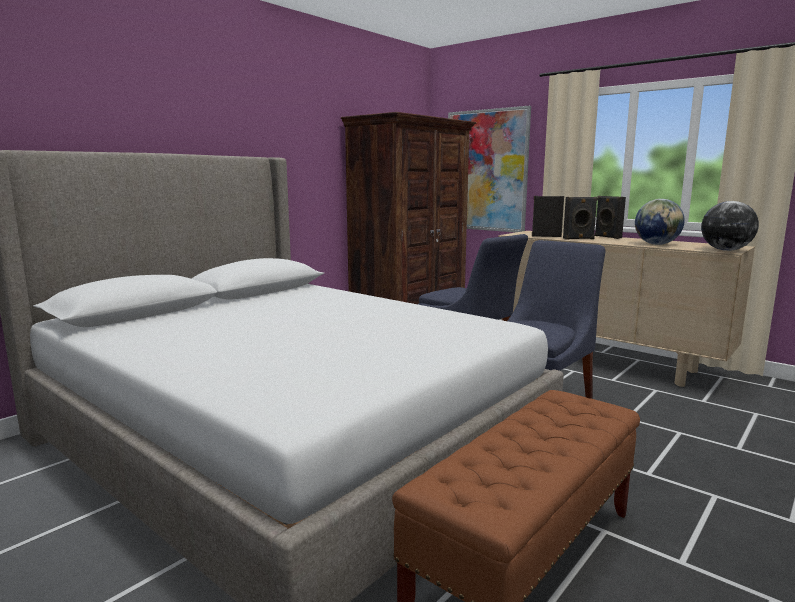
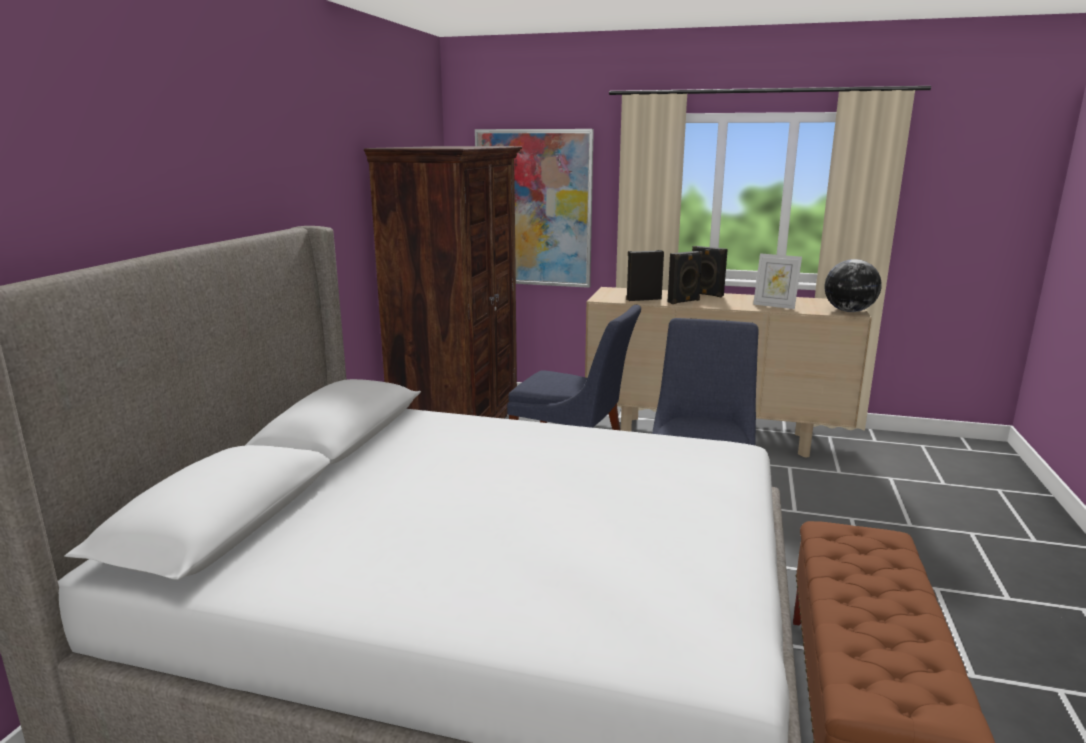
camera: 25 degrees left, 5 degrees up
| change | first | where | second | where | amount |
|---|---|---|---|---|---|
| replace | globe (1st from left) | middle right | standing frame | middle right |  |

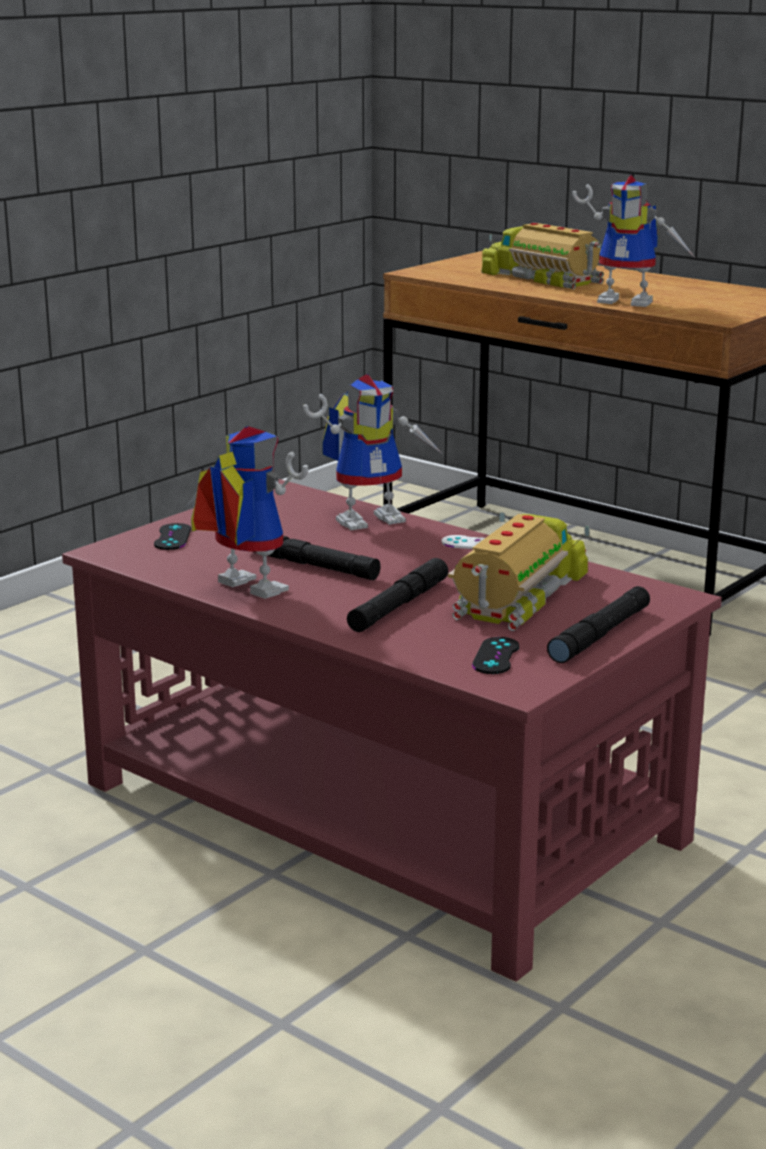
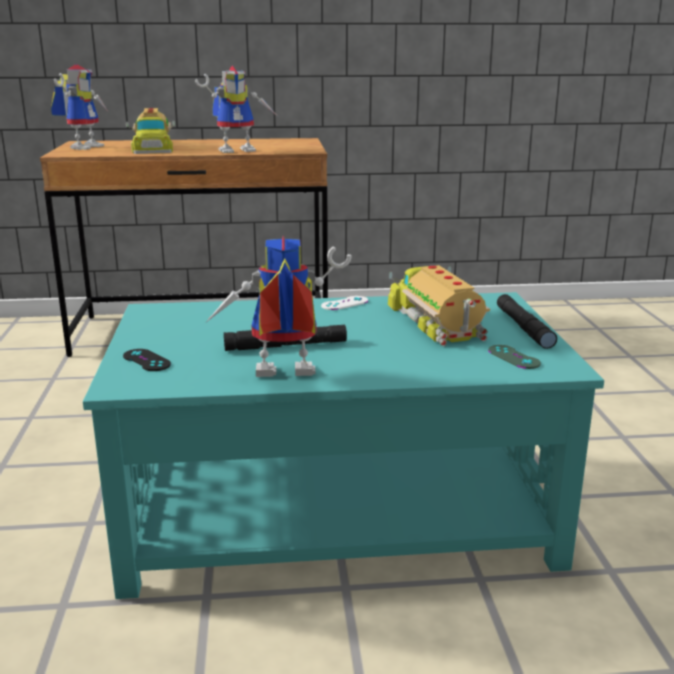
camera: 45 degrees left, 0 degrees up
| change | first | where | second | where | amount |
|---|---|---|---|---|---|
| move | toy robot (2nd from left in the first image) | centre | toy robot (1st from left) | top left |  |
| recolor | coffee table (reddish) | centre | coffee table (blue-green) | centre |  |
| rotate | toy lorry (2nd from left in the first image) | top right | toy lorry (1st from left) | top left | 105 degrees counterclockwise |
| recolor | gamepad (blackish) (2nd from left) | centre | gamepad (green) | middle right |  |
| delete | hand torch (blackish) (2nd from left) | centre |  |  |  |

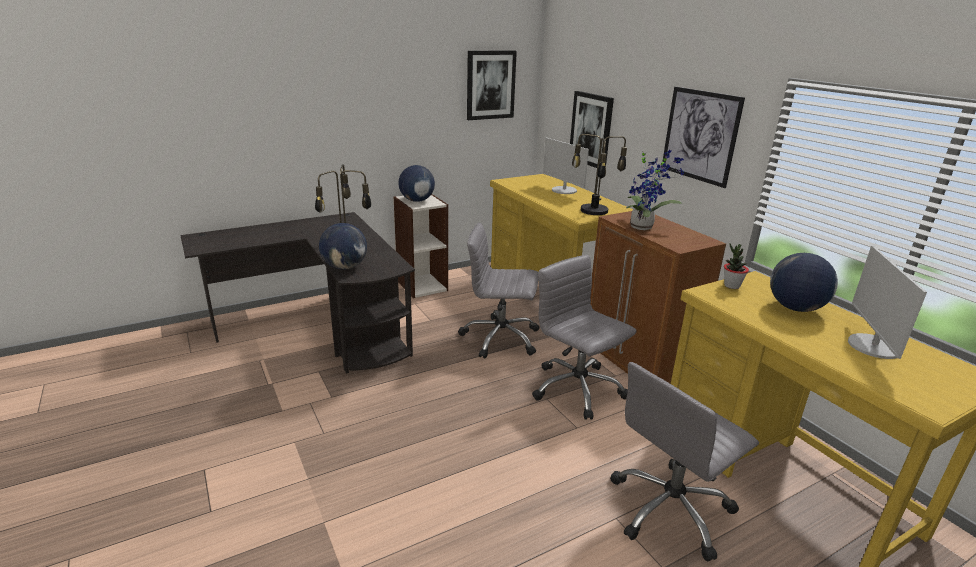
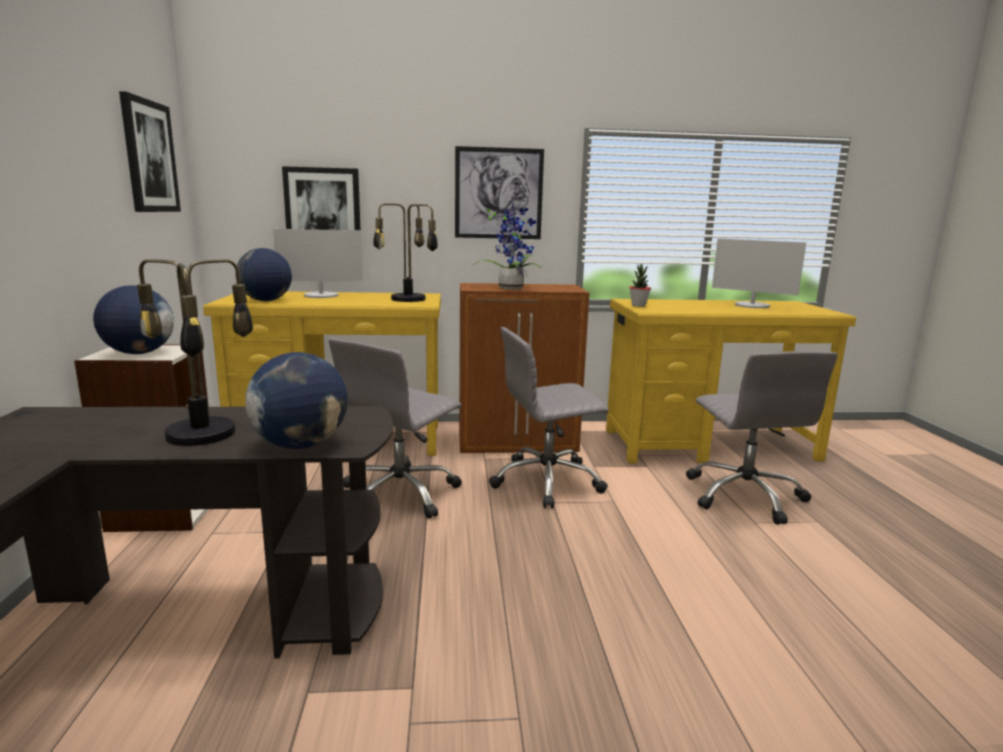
camera: 65 degrees left, 10 degrees down
| change | first | where | second | where | amount |
|---|---|---|---|---|---|
| move | globe (3rd from left in the first image) | middle right | globe (2nd from left) | middle left |  |

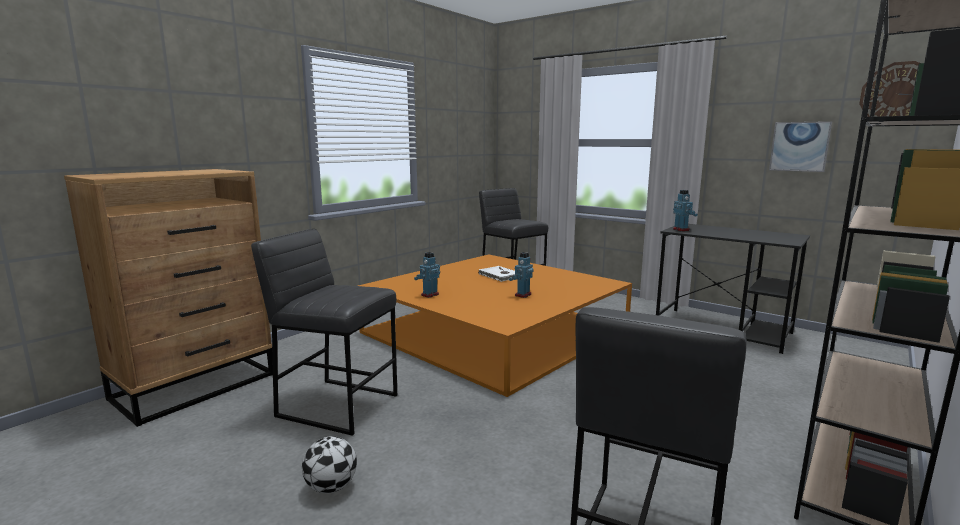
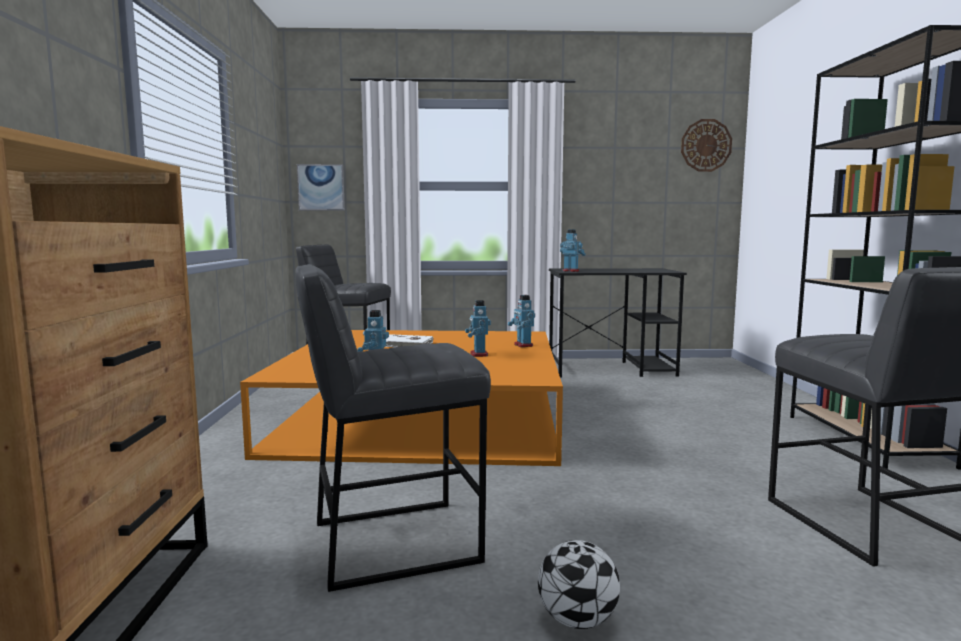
camera: 40 degrees left, 5 degrees down
| change | first | where | second | where | amount |
|---|---|---|---|---|---|
| move | wall art | top right |  | top centre |  |
| insert |  |  | toy robot (3rd from left) | centre |  |

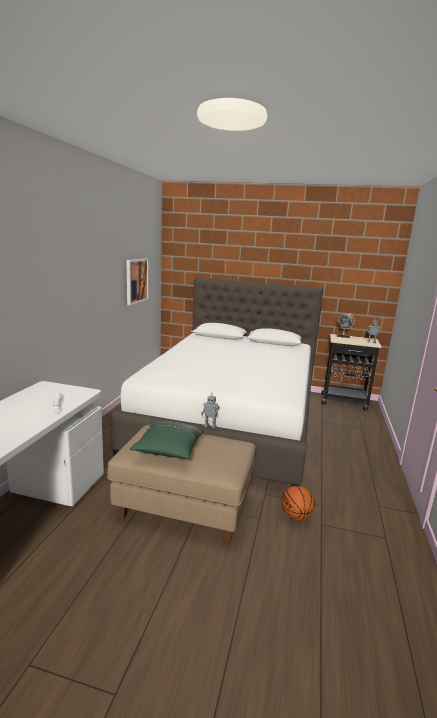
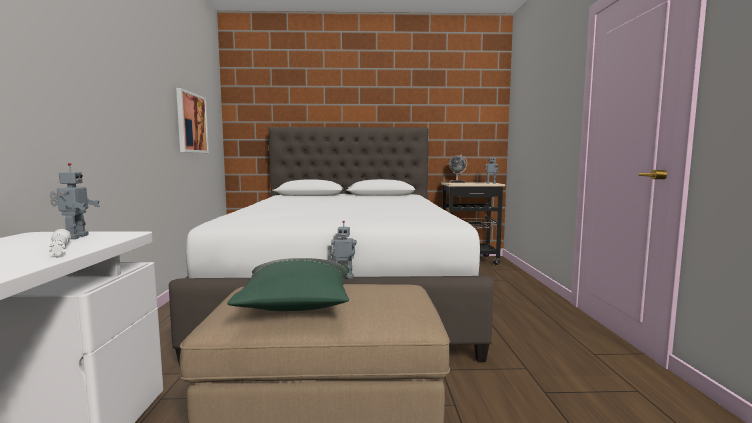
camera: 15 degrees left, 10 degrees down
| change | first | where | second | where | amount |
|---|---|---|---|---|---|
| insert |  |  | toy robot (1st from left) | middle left |  |
| delete | ball for basketball | bottom right |  |  |  |

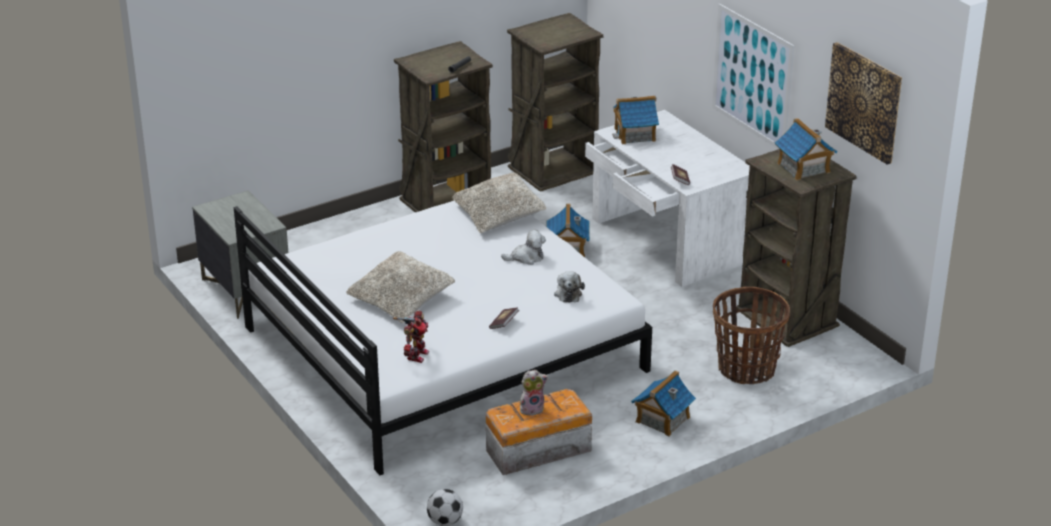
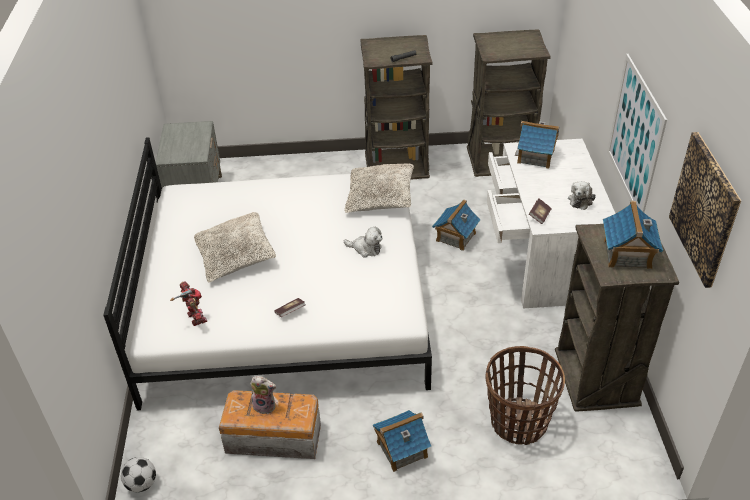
camera: 30 degrees right, 10 degrees up
| change | first | where | second | where | amount |
|---|---|---|---|---|---|
| rotate | toy robot | centre |  | middle left | 75 degrees counterclockwise |
| move | soft toy (3rd from left) | centre |  | middle right |  |

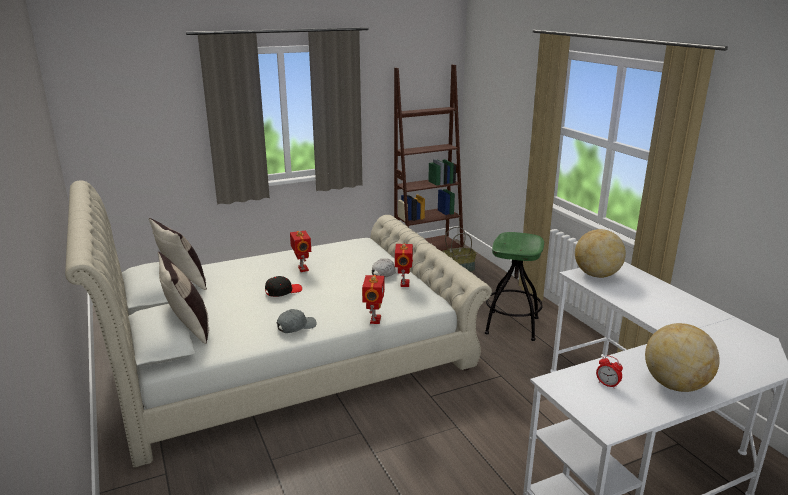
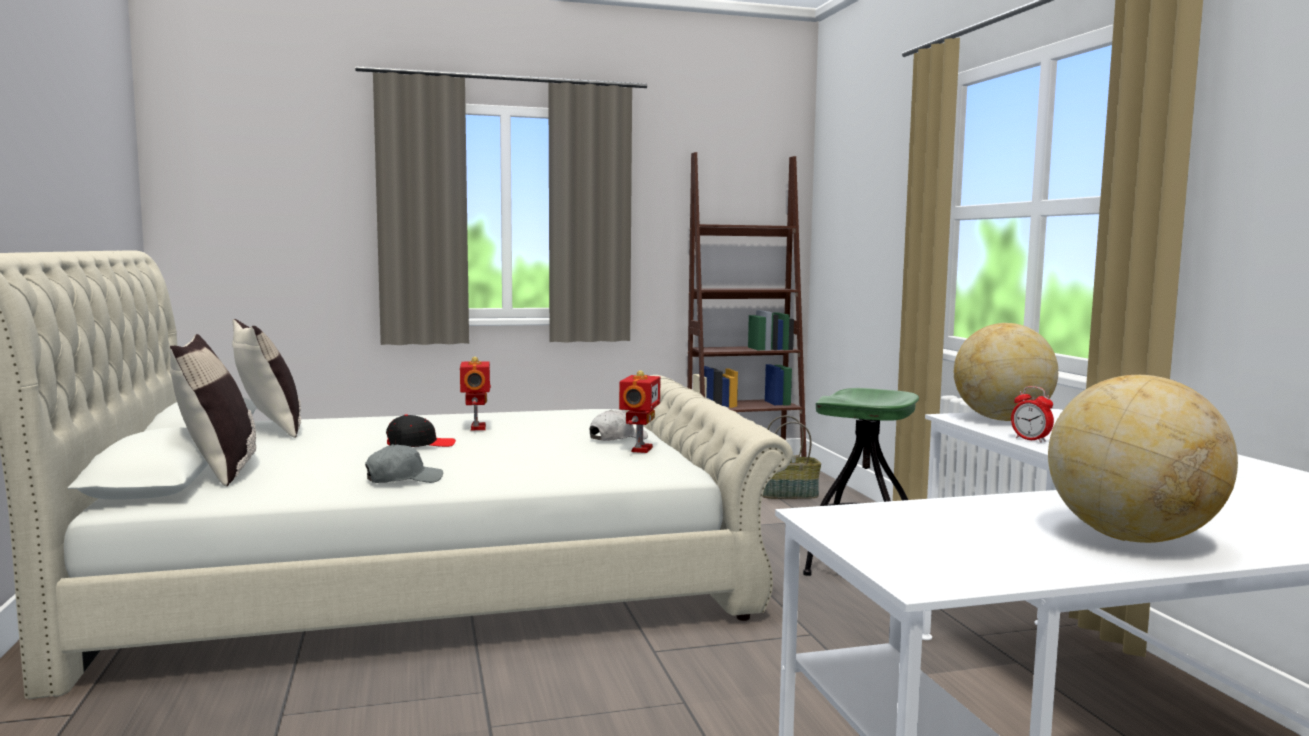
camera: 10 degrees right, 15 degrees down
| change | first | where | second | where | amount |
|---|---|---|---|---|---|
| move | bedside clock | bottom right |  | middle right |  |
| delete | toy robot (2nd from left) | centre |  |  |  |

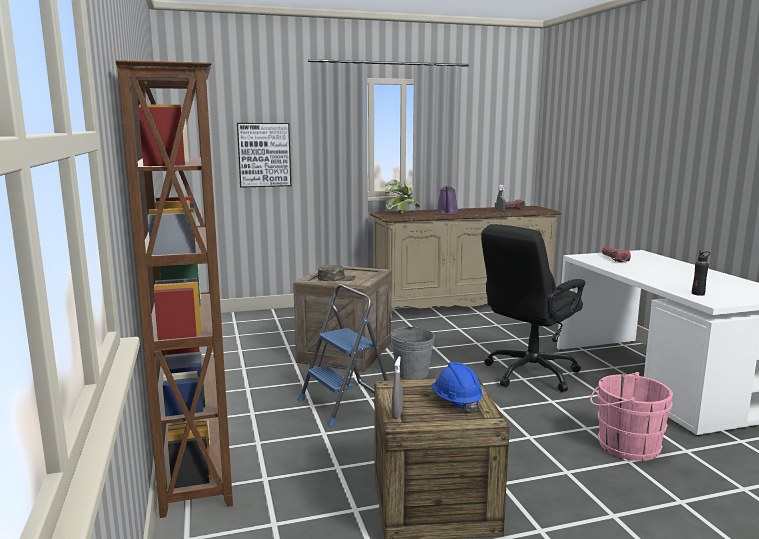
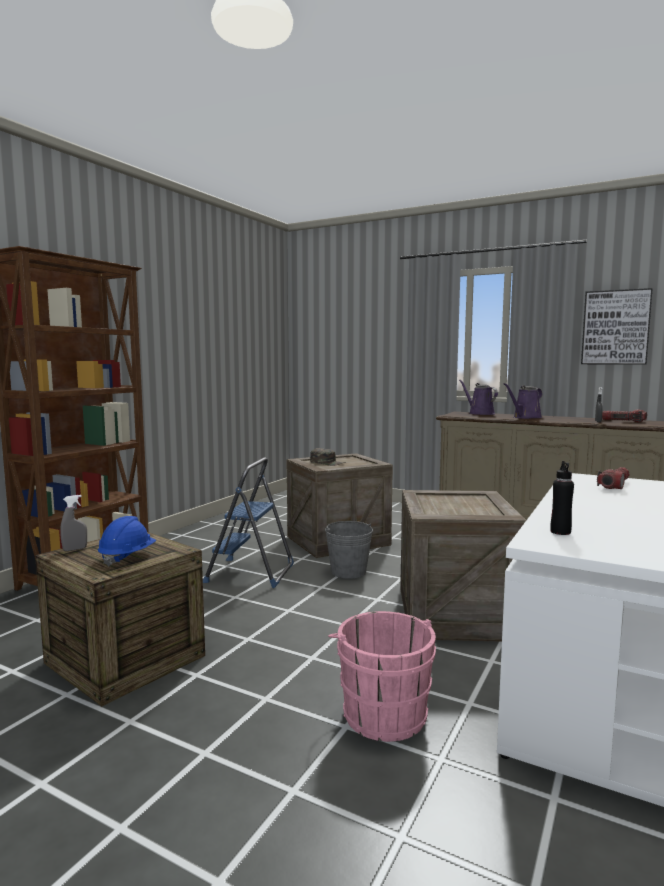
camera: 45 degrees right, 5 degrees down
| change | first | where | second | where | amount |
|---|---|---|---|---|---|
| replace | office chair (blackish) | middle right | packing crate (3rd from left) | middle right |  |
| replace | plant in a pot | centre | sprinkling can (purplish) (1st from left) | middle right |  |
| move | wall art | top centre |  | middle right |  |

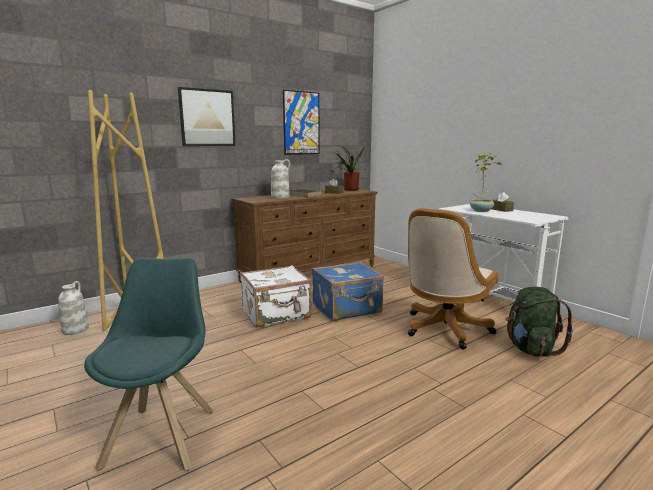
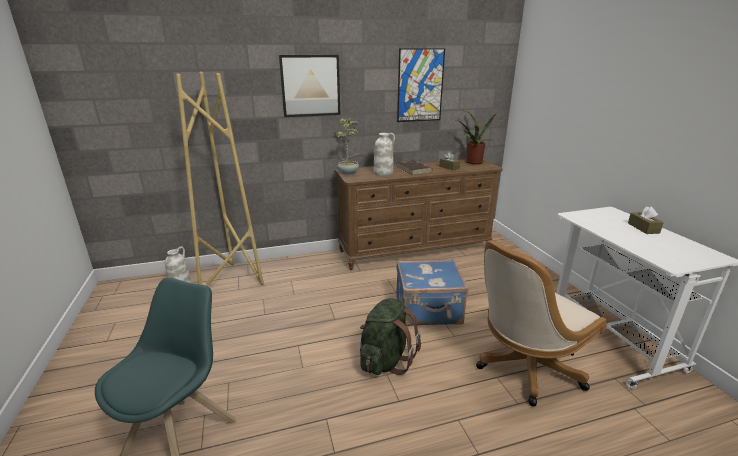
camera: 20 degrees right, 10 degrees up
| change | first | where | second | where | amount |
|---|---|---|---|---|---|
| move | plant in a pot (2nd from left in the first image) | middle right | plant in a pot (1st from left) | top centre |  |
| move | rucksack (green) | middle right |  | bottom centre |  |
| delete | travel case (whitish) | centre |  |  |  |

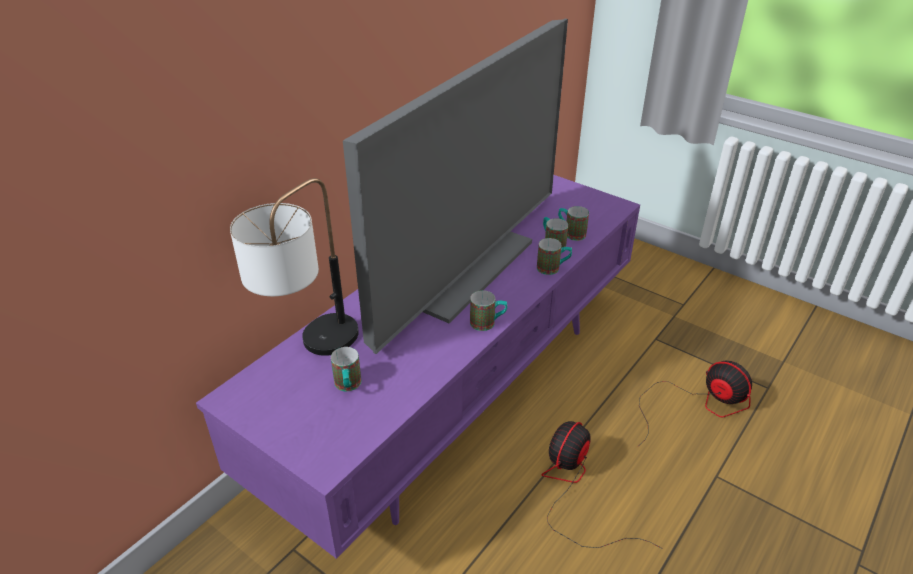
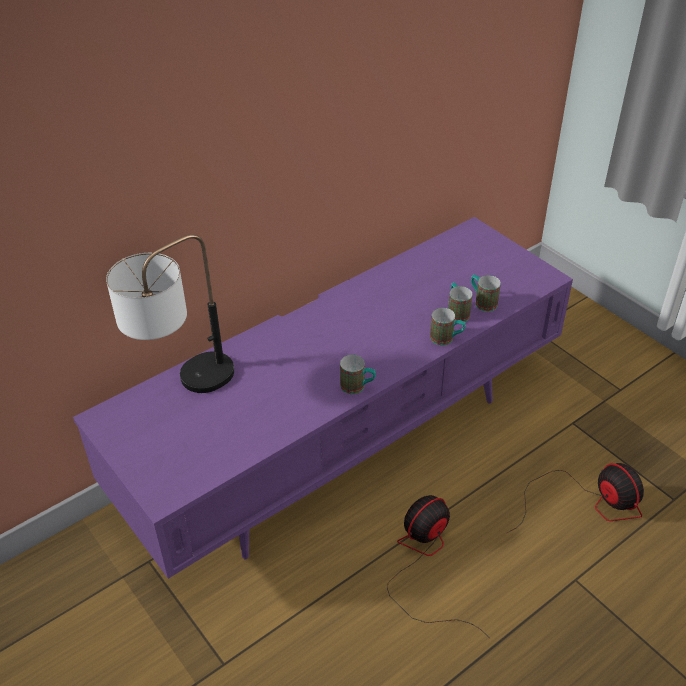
camera: 15 degrees right, 5 degrees up
| change | first | where | second | where | amount |
|---|---|---|---|---|---|
| delete | mug (1st from left) | centre |  |  |  |
| delete | television | top centre |  |  |  |

